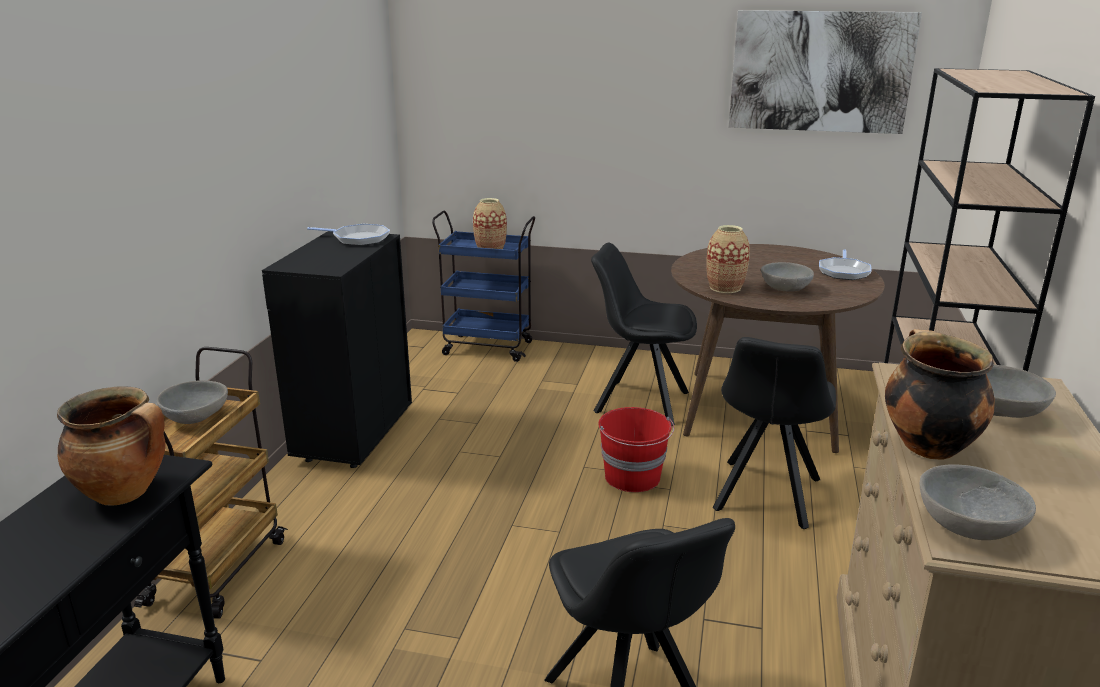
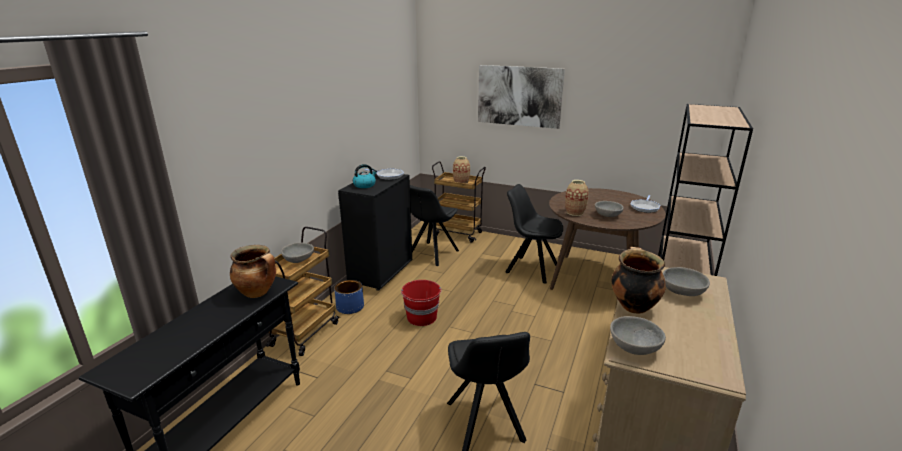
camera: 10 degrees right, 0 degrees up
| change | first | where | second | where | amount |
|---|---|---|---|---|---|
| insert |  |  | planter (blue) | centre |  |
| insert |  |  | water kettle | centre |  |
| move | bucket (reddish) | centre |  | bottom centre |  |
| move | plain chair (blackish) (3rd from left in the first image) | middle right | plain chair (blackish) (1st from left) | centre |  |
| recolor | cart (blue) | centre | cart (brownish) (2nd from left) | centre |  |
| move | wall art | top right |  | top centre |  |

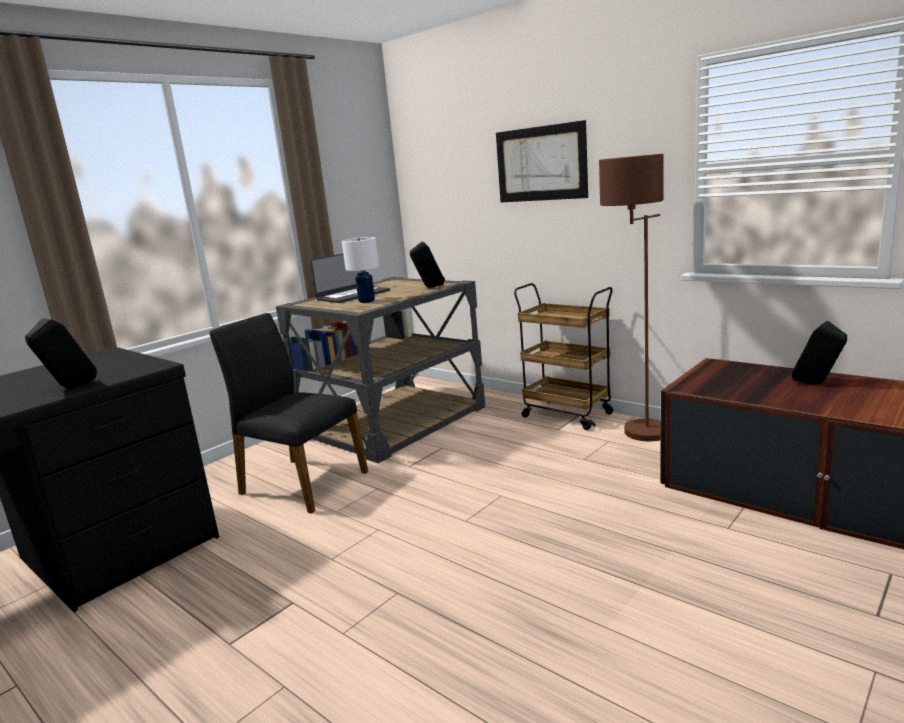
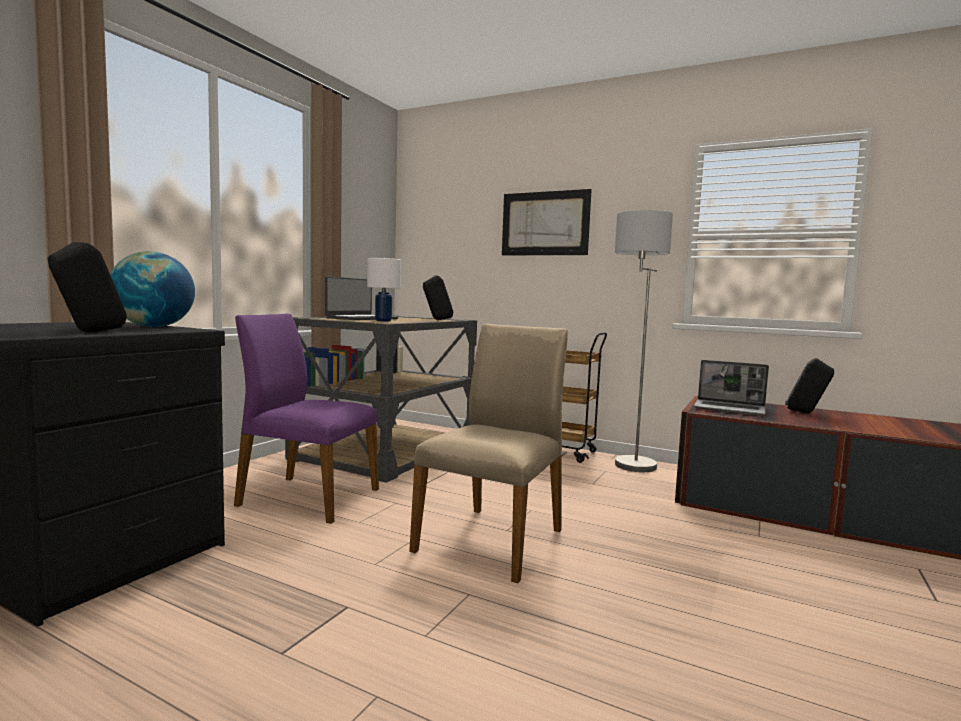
camera: 15 degrees left, 10 degrees down
| change | first | where | second | where | amount |
|---|---|---|---|---|---|
| insert |  |  | globe | middle left |  |
| recolor | plain chair (blackish) | middle left | plain chair (purplish) | middle left |  |
| insert |  |  | plain chair (sand-coloured) | centre |  |
| recolor | floor lamp (brownish) | middle right | floor lamp (gray) | middle right |  |
| insert |  |  | portable computer (2nd from left) | middle right |  |

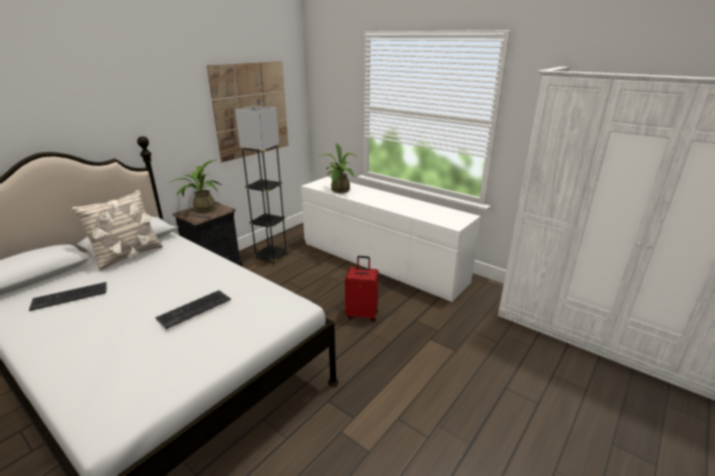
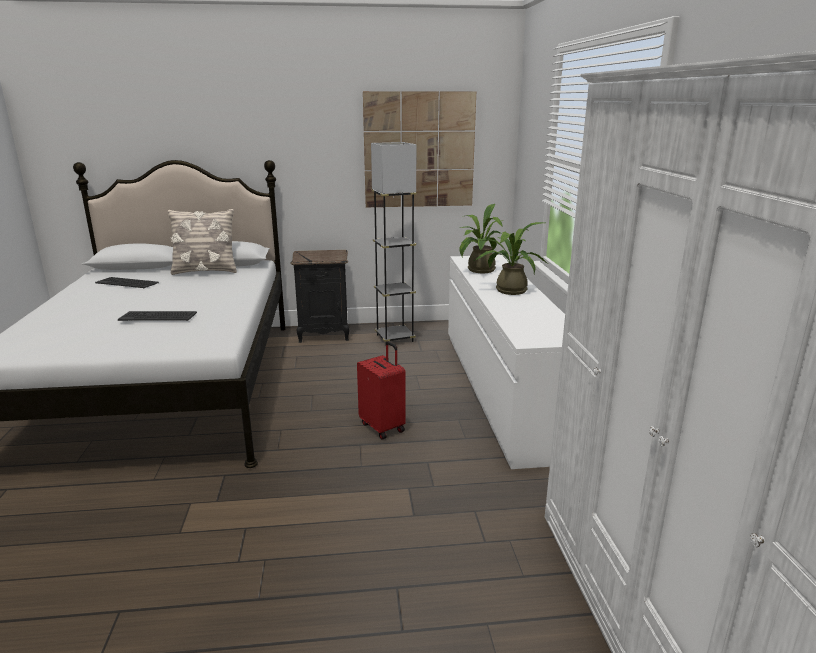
camera: 45 degrees right, 5 degrees down
| change | first | where | second | where | amount |
|---|---|---|---|---|---|
| move | plant in a pot (1st from left in the first image) | middle left | plant in a pot (2nd from left) | centre |  |

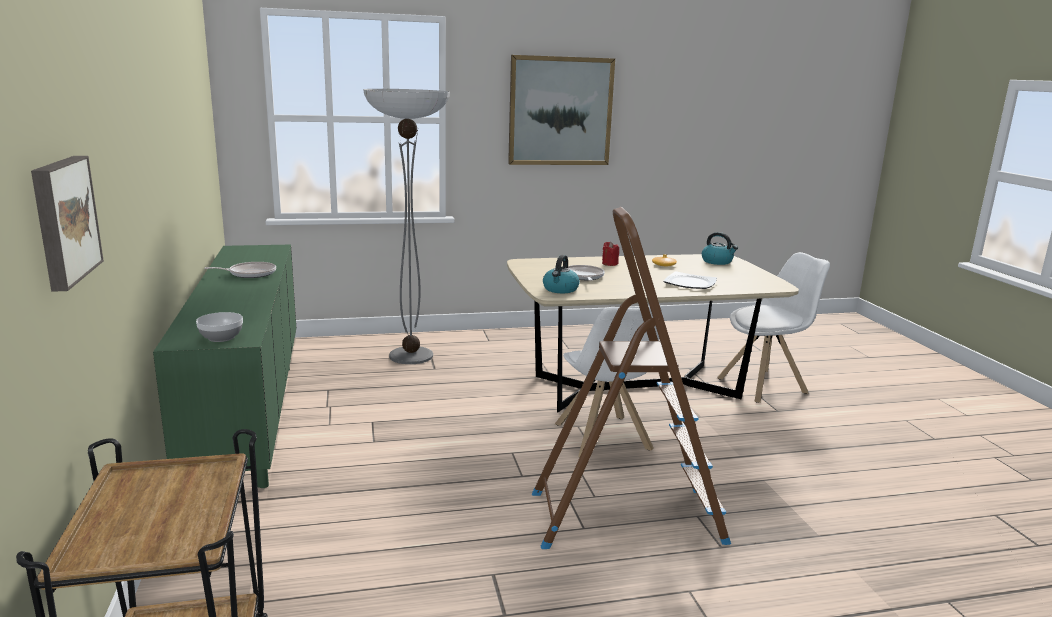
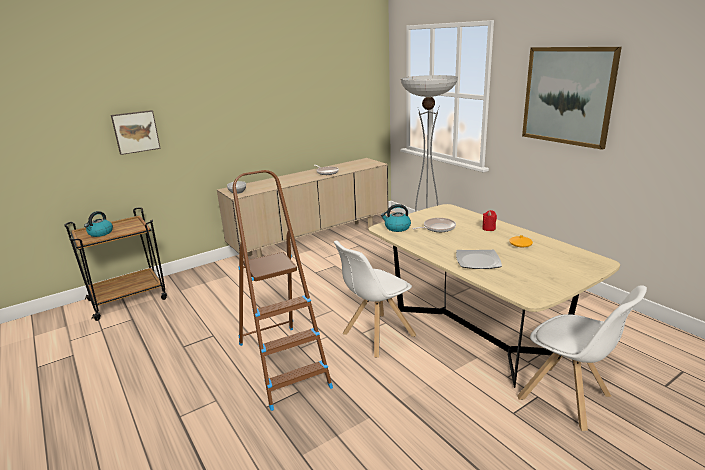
camera: 70 degrees right, 5 degrees up
| change | first | where | second | where | amount |
|---|---|---|---|---|---|
| move | water kettle (2nd from left in the first image) | middle right | water kettle (1st from left) | middle left |  |
| recolor | storage cabinet (green) | middle left | storage cabinet (sand-coloured) | centre |  |

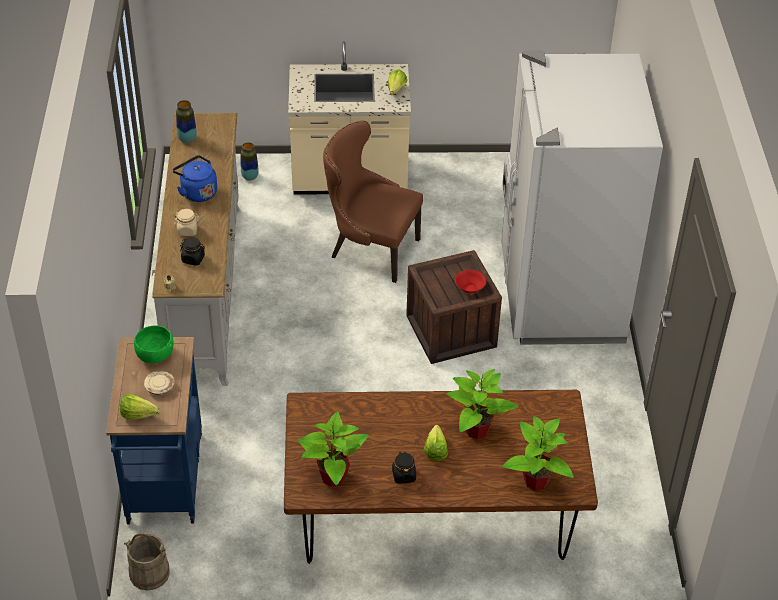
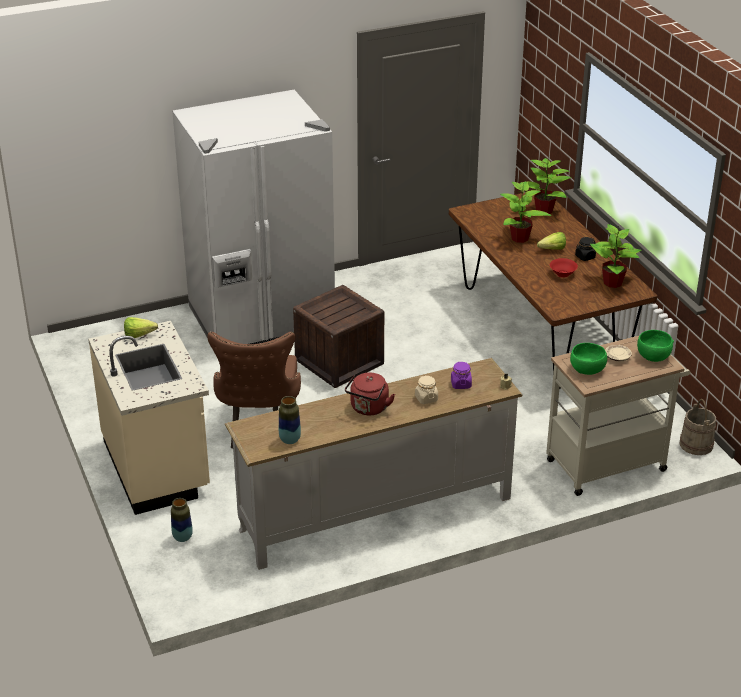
camera: 110 degrees left, 10 degrees down
| change | first | where | second | where | amount |
|---|---|---|---|---|---|
| recolor | water kettle (blue) | top left | water kettle (reddish) | centre |  |
| recolor | preserve jar (blackish) (1st from left) | middle left | preserve jar (purplish) | centre |  |
| recolor | cart (blue) | bottom left | cart (sand-coloured) | middle right |  |
| move | serving bowl (reddish) | centre |  | middle right |  |
| replace | lettuce head (1st from left) | bottom left | serving bowl (green) (2nd from left) | middle right |  |

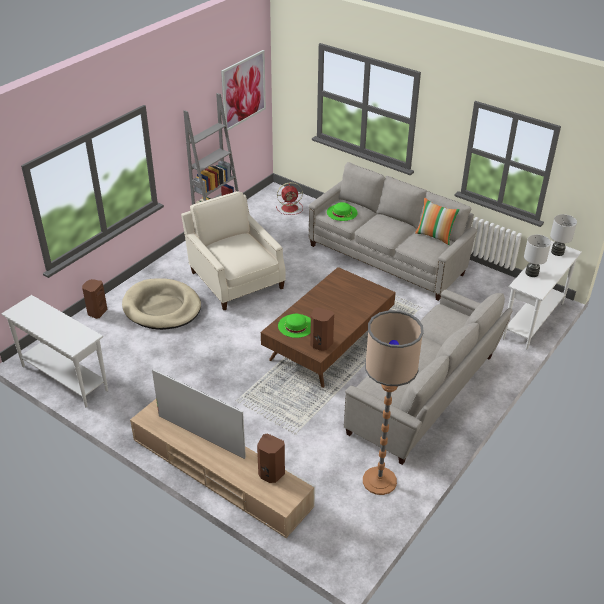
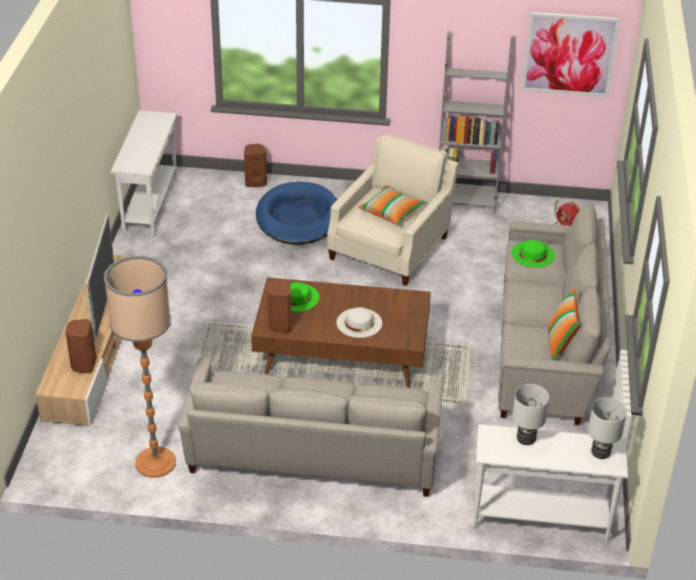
camera: 60 degrees right, 0 degrees up
| change | first | where | second | where | amount |
|---|---|---|---|---|---|
| recolor | dog bed (sand-coloured) | middle left | dog bed (blue) | centre |  |
| insert |  |  | wearable hat (whitish) | centre |  |
| insert |  |  | pillow (1st from left) | centre |  |

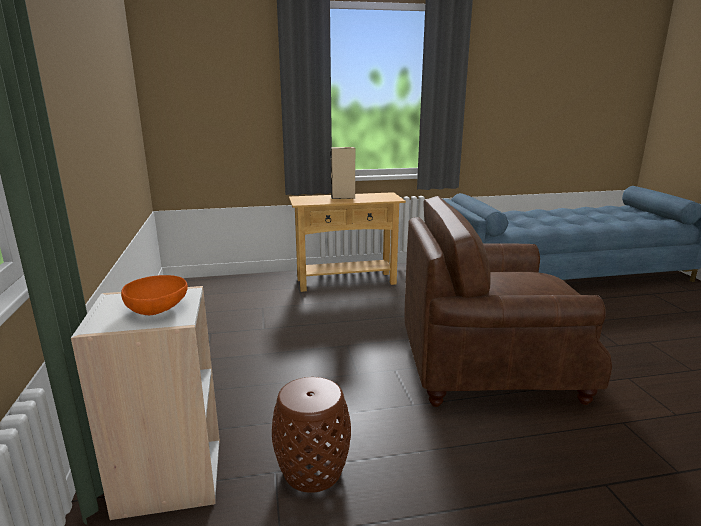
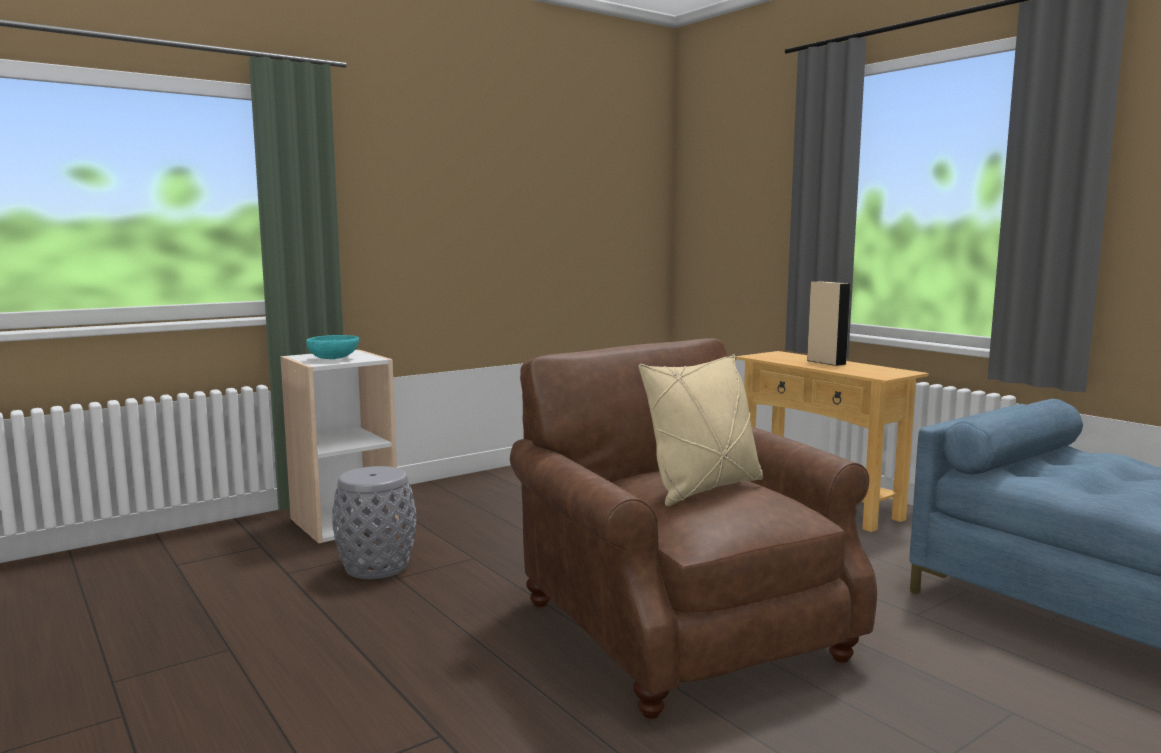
camera: 65 degrees right, 10 degrees down
| change | first | where | second | where | amount |
|---|---|---|---|---|---|
| recolor | serving bowl (orange) | middle left | serving bowl (blue-green) | middle left |  |
| recolor | stool (brownish) | bottom centre | stool (gray) | bottom left |  |
| insert |  |  | pillow (sand-coloured) | centre |  |

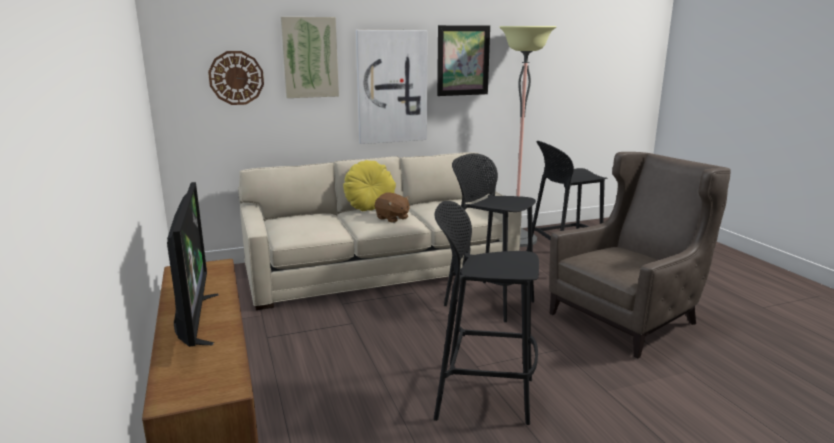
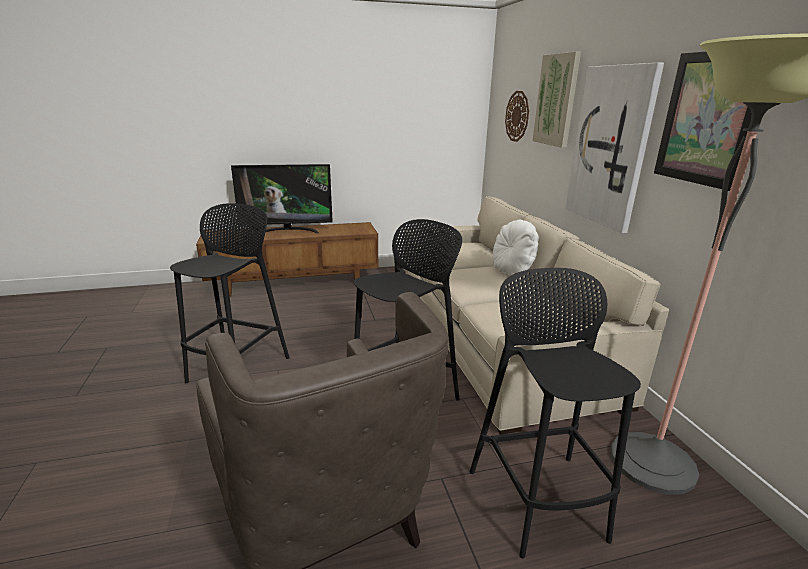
camera: 95 degrees right, 5 degrees up
| change | first | where | second | where | amount |
|---|---|---|---|---|---|
| recolor | pillow (yellowish) | centre | pillow (whitish) | centre |  |
| delete | soft toy (brownish) | centre |  |  |  |

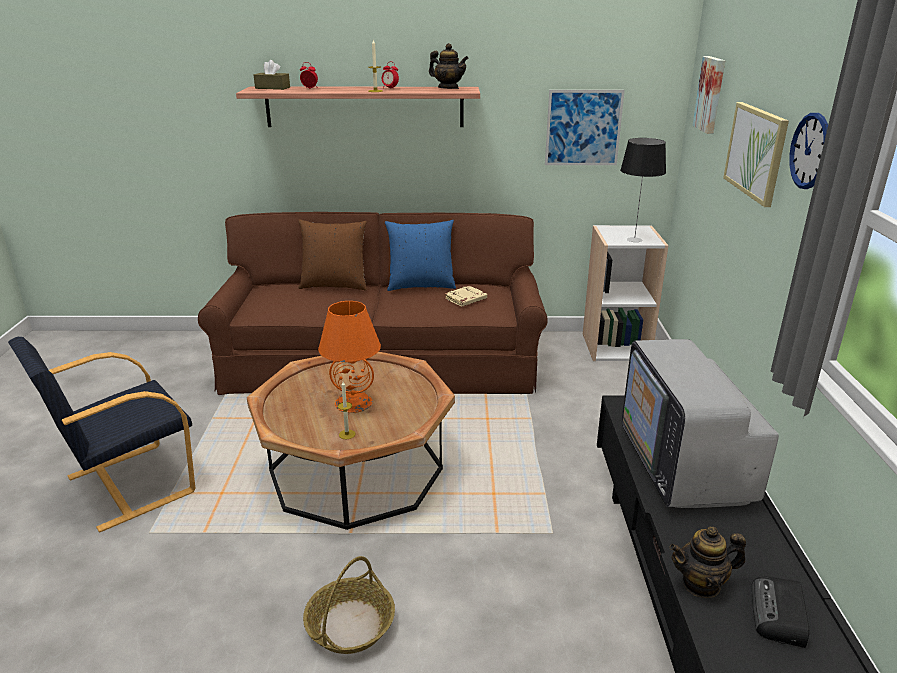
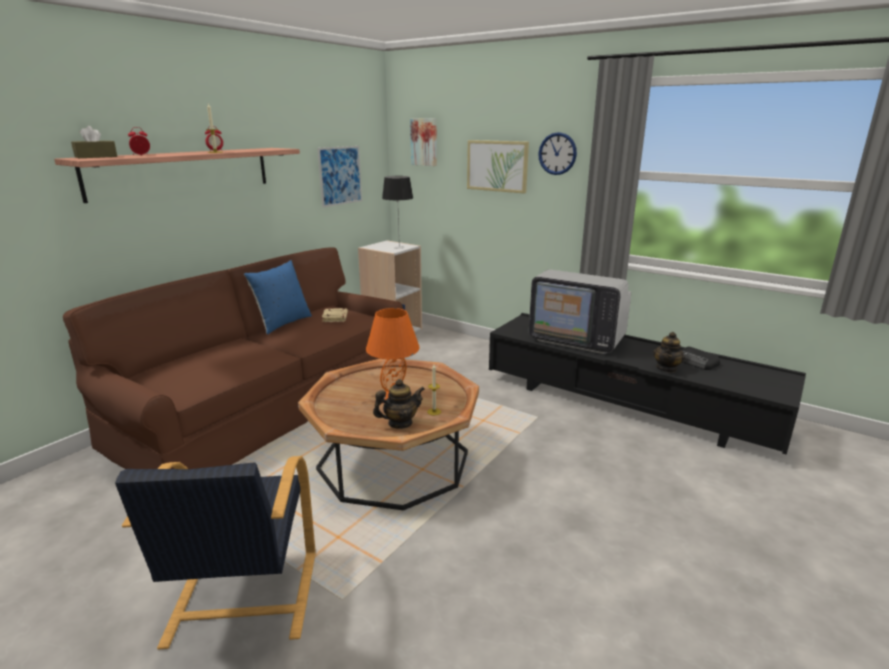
camera: 55 degrees left, 5 degrees down
| change | first | where | second | where | amount |
|---|---|---|---|---|---|
| move | tea pot (1st from left) | top centre |  | centre |  |
| delete | pillow (brownish) | centre |  |  |  |
| delete | storage basket | bottom centre |  |  |  |

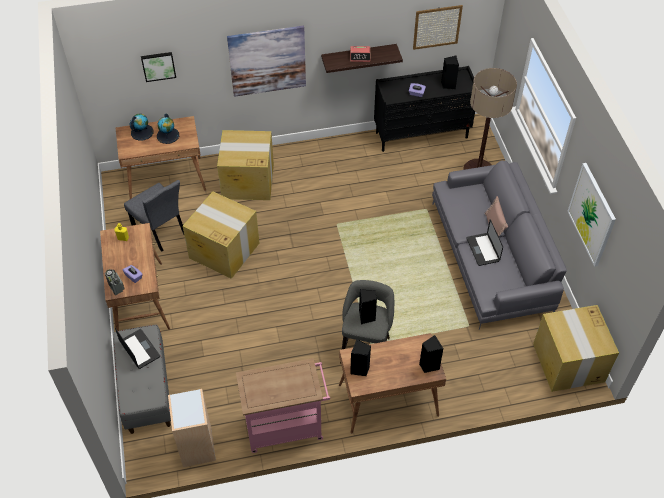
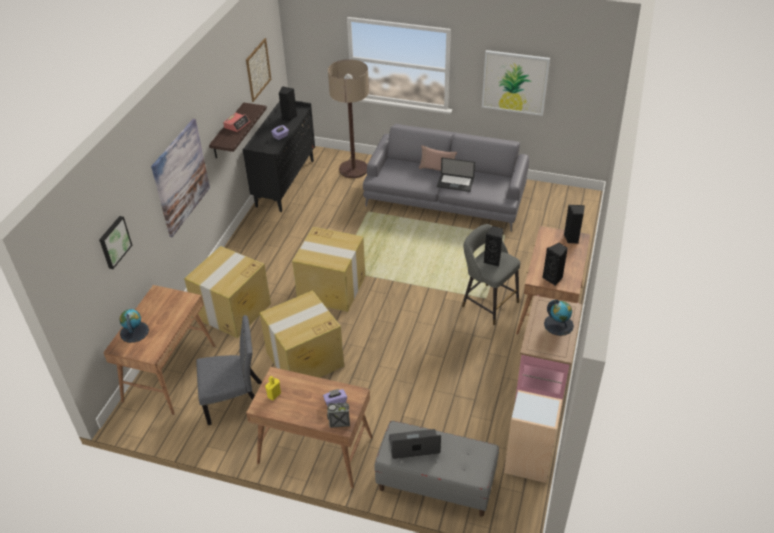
camera: 60 degrees left, 10 degrees down
| change | first | where | second | where | amount |
|---|---|---|---|---|---|
| move | cardboard box (3rd from left) | bottom right |  | centre |  |
| move | globe (2nd from left) | top left |  | middle right |  |

